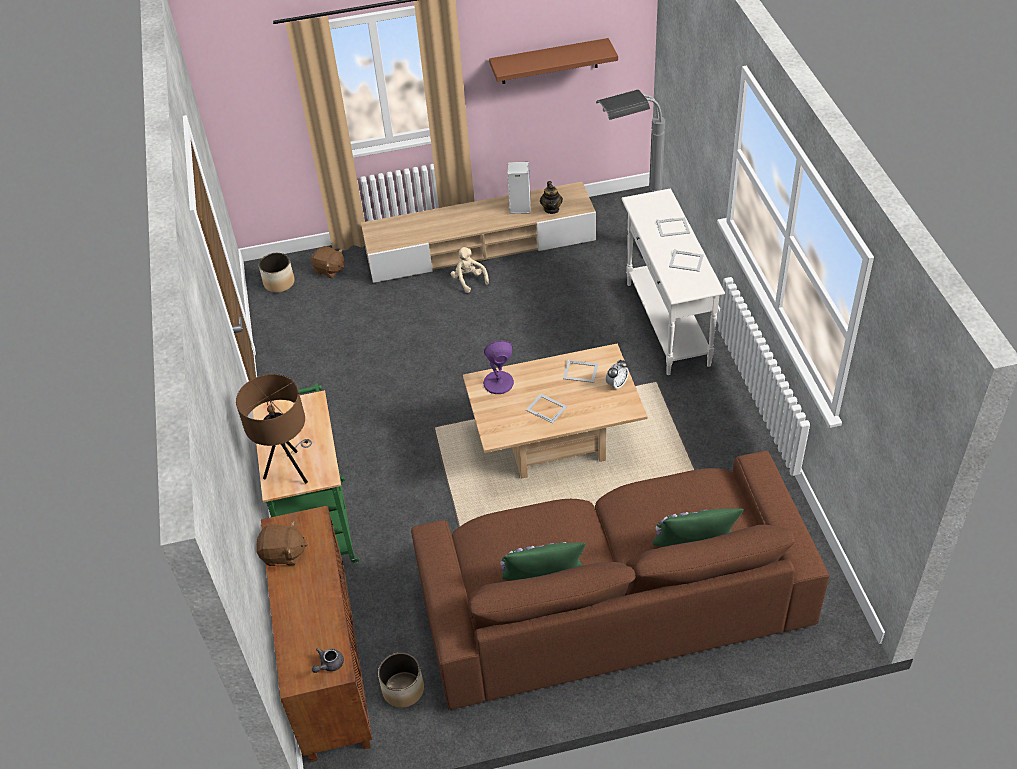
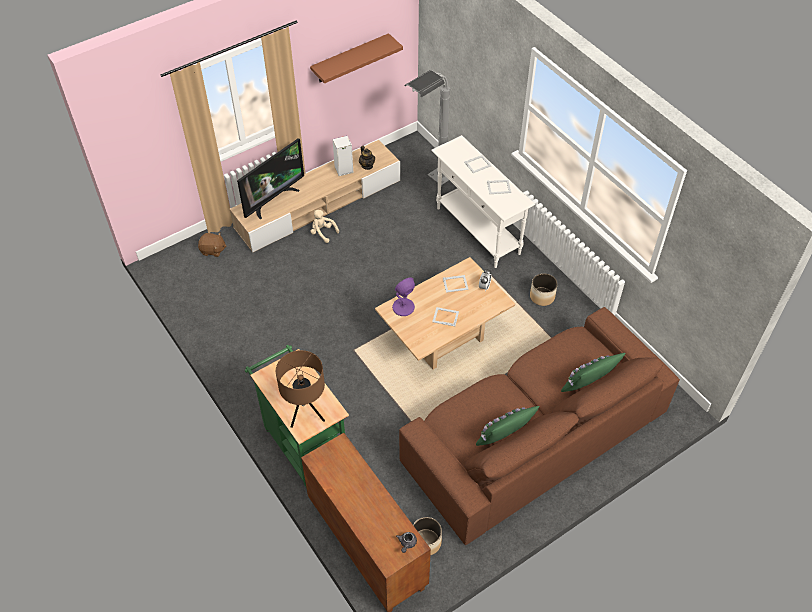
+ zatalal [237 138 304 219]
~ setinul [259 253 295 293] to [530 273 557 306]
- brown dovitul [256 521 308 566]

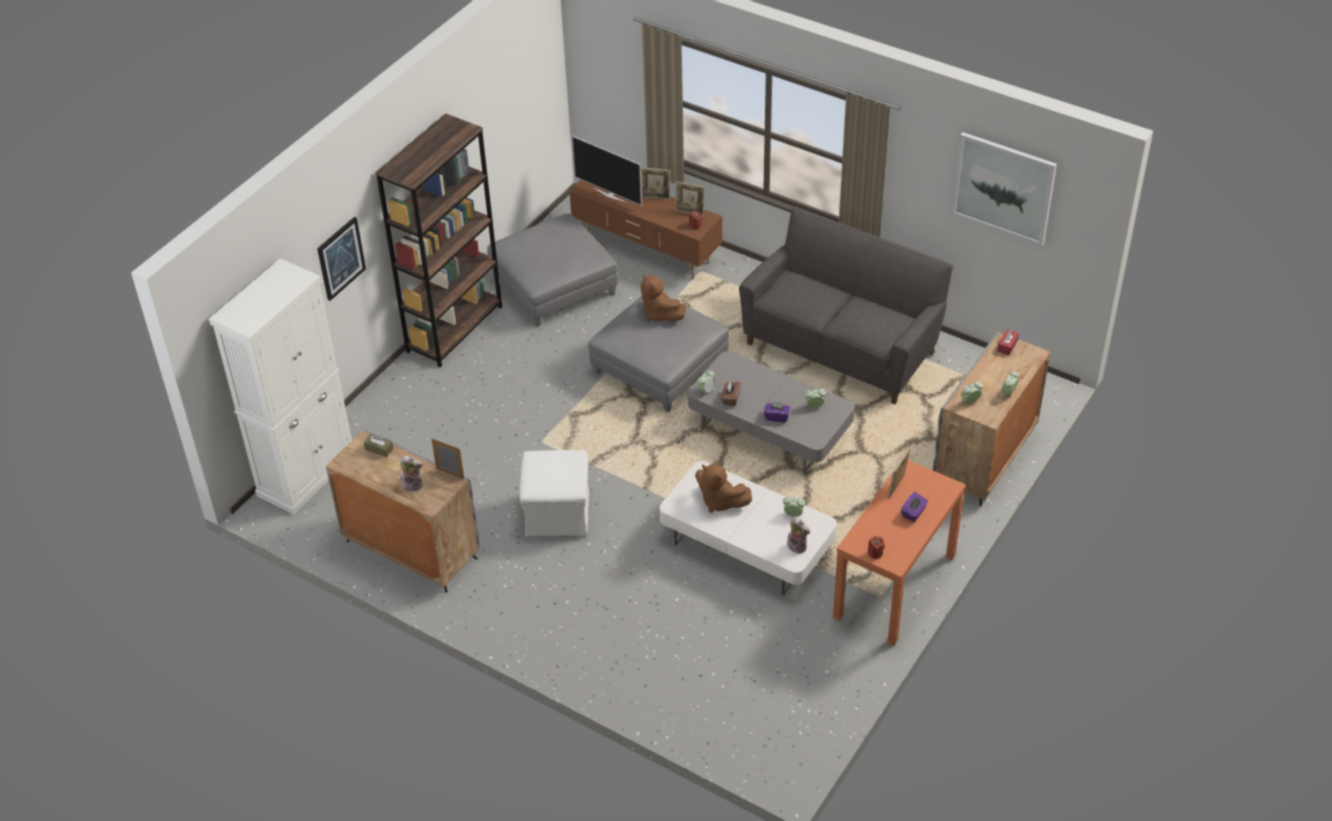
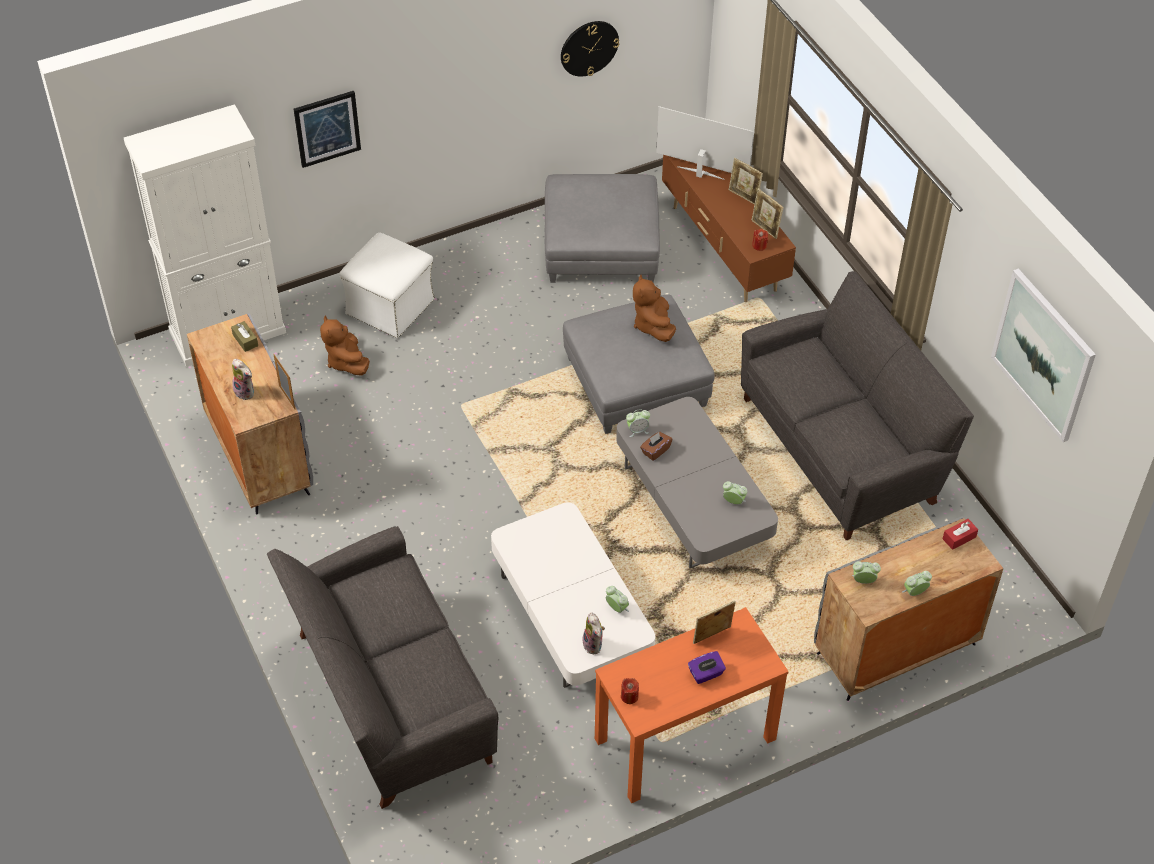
+ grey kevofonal [267 526 498 809]
~ brown dovitul [695 463 752 513] to [320 316 370 376]
~ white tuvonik [520 450 590 537] to [339 232 435 338]
+ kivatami [561 21 619 77]
~ zatalal [572 136 642 206] = [656 106 753 180] 135 degrees clockwise
- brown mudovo [376 113 502 367]
- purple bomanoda [764 401 791 423]

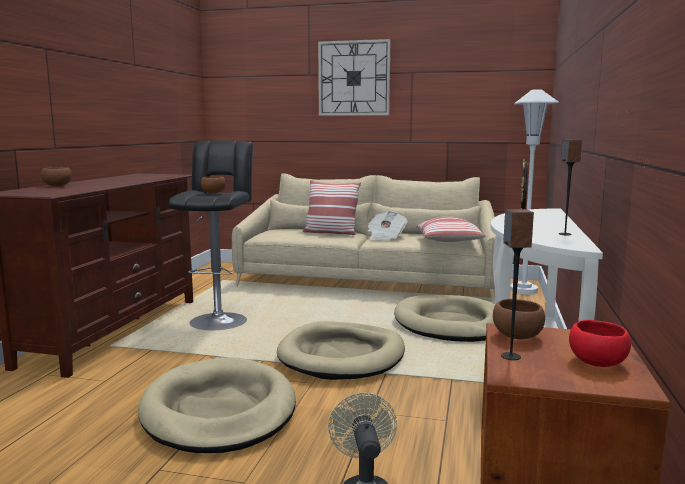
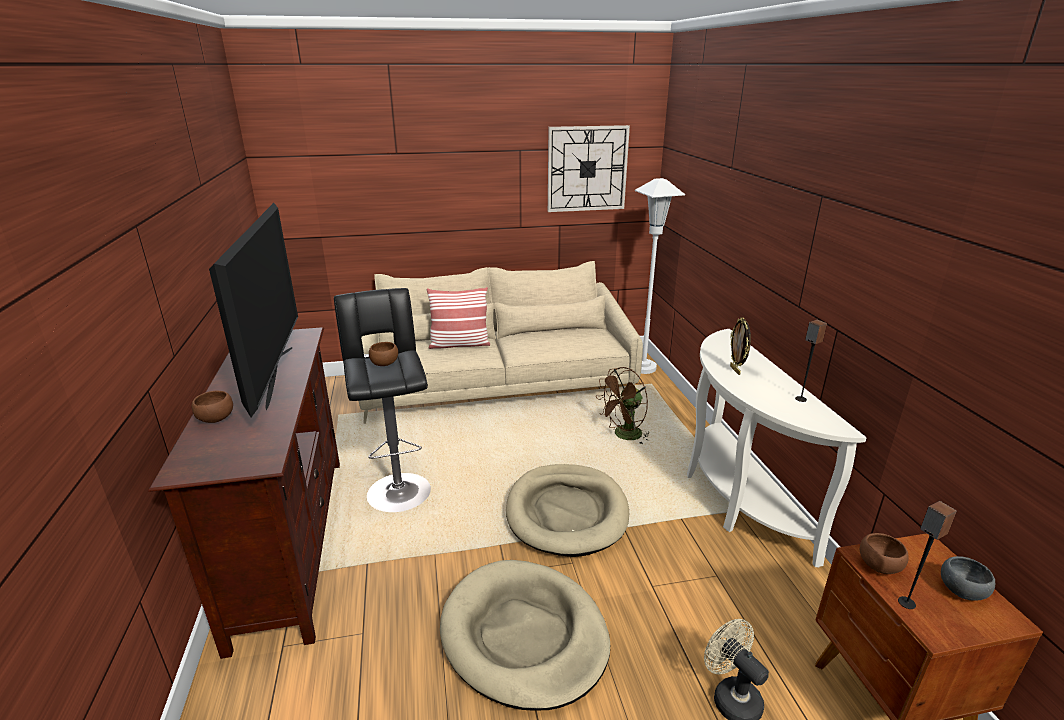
+ zatalal [209 203 298 417]
~ kivatami [318 39 390 116] to [548 125 630 212]
~ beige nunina [394 295 495 342] to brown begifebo [596 367 649 444]
~ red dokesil [569 320 631 367] to grey dokesil [941 556 995 601]
- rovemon [368 211 408 241]
- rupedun [416 216 486 242]

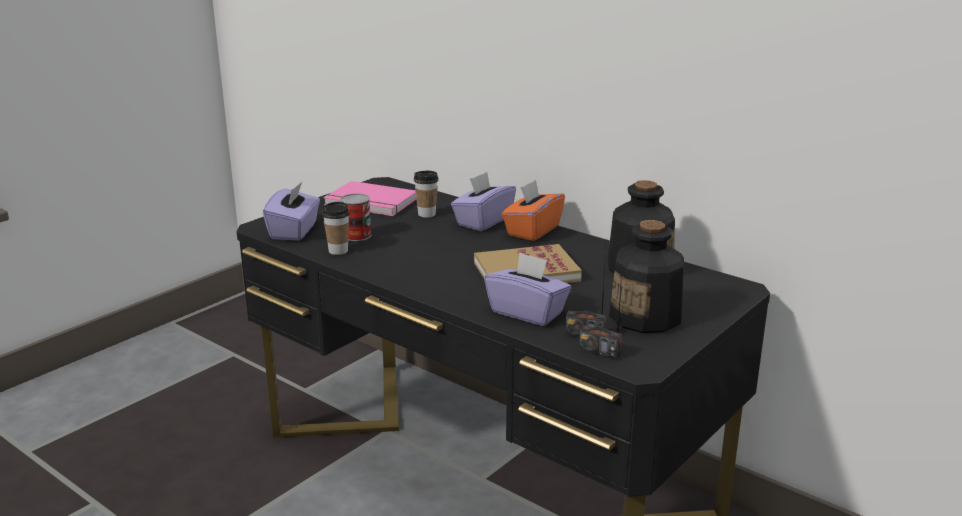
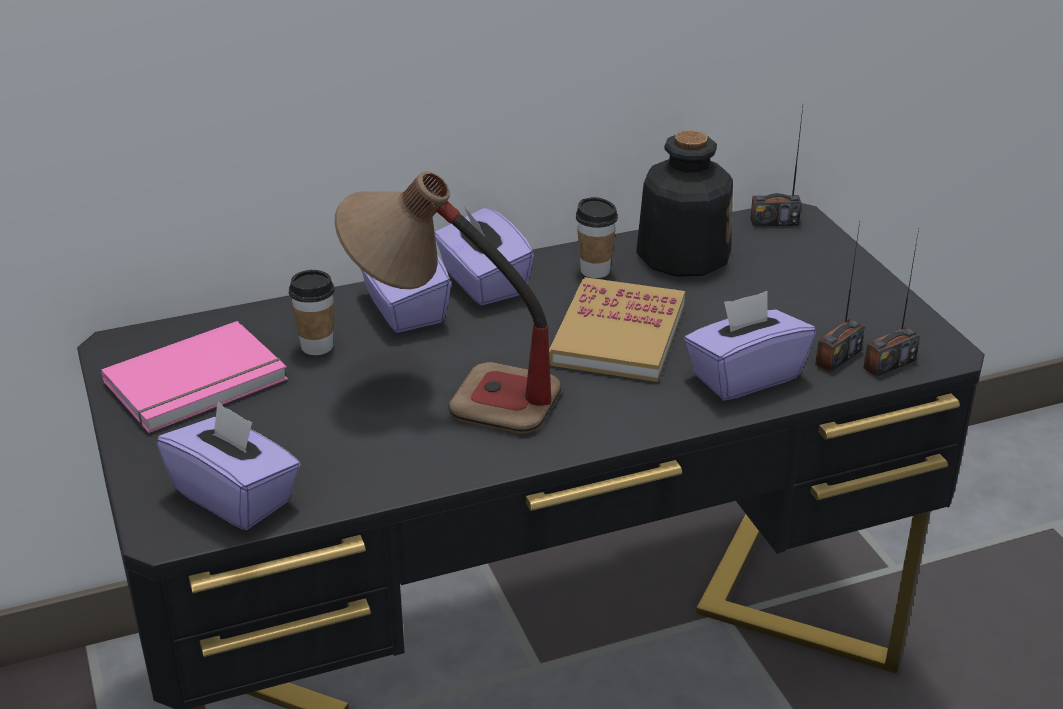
+ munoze [335 171 561 434]
~ orange bomanoda [502 180 565 241] to purple bomanoda [435 206 534 305]
~ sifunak [322 202 350 255] to [576 197 618 278]
+ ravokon [750 107 803 226]
- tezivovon [341 193 372 241]
- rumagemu [609 220 684 333]

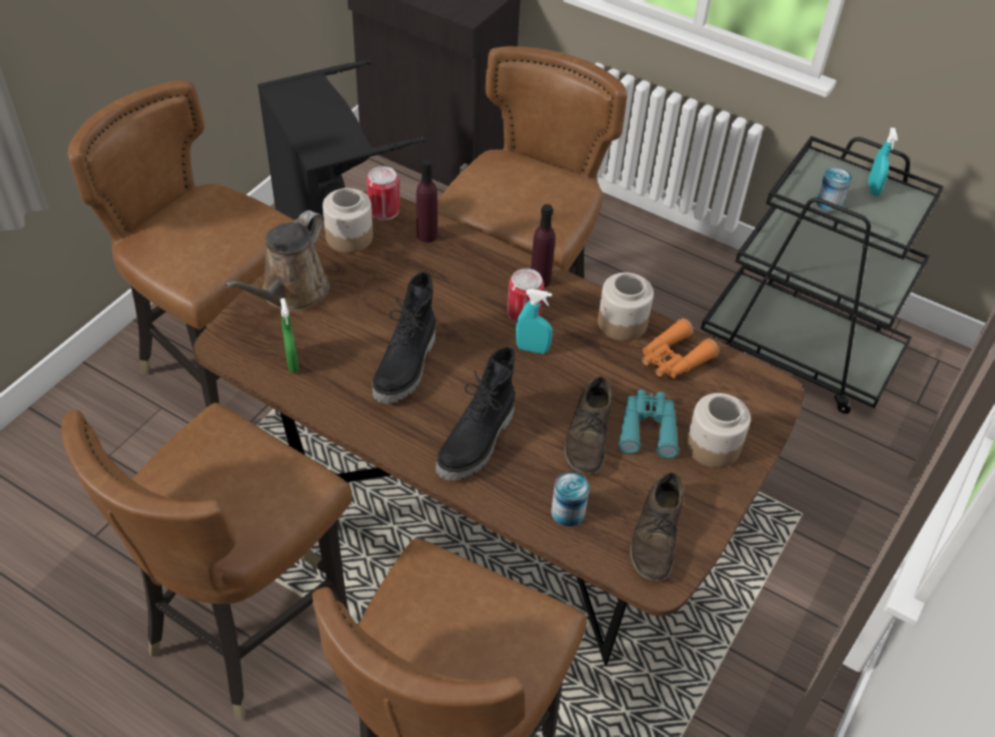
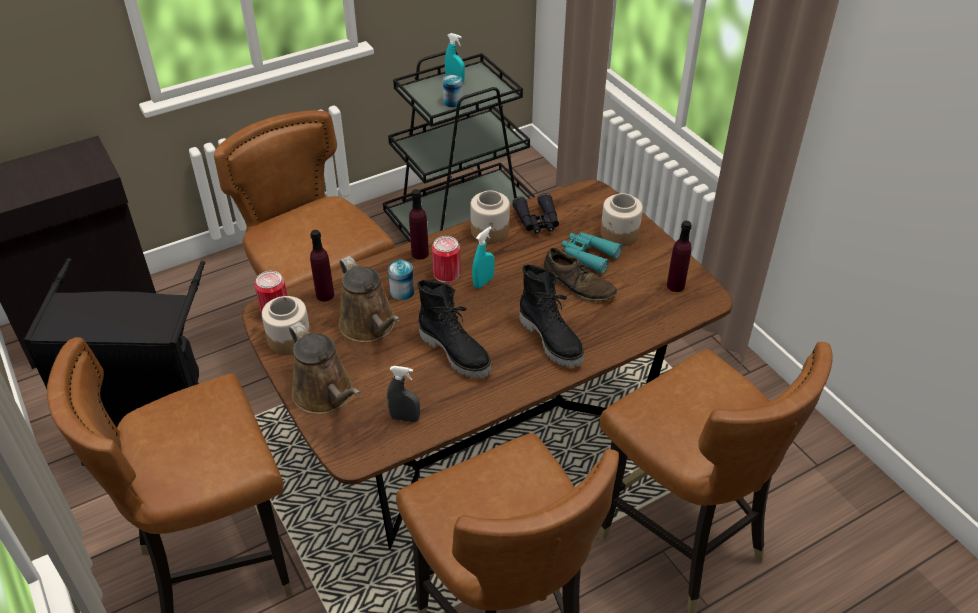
+ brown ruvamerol [338 256 400 343]
~ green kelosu [280 298 299 373] to grey kelosu [387 366 420 422]
~ tezivovon [551 472 590 527] to [388 260 414 300]
~ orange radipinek [642 318 719 378] to black radipinek [512 193 559 234]
~ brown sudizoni [630 473 684 581] to purple rumagemu [667 221 692 292]

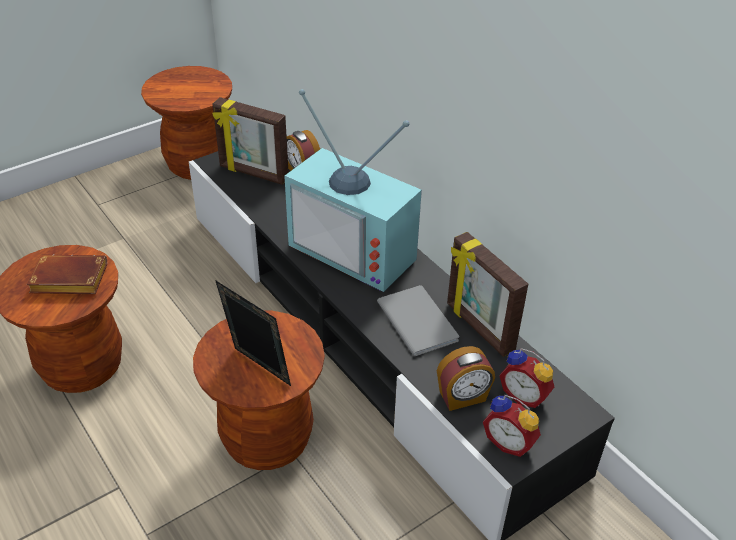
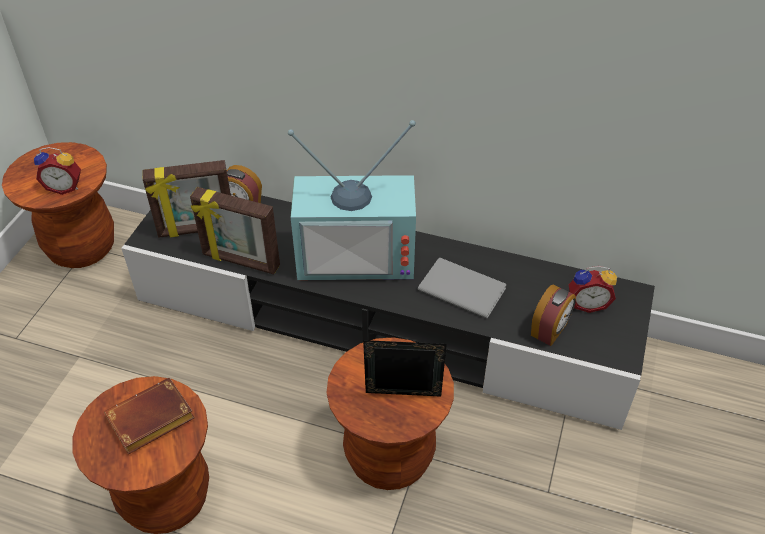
~ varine [483 395 541 457] to [34 147 81 195]
~ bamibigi [447 232 528 357] to [190 187 280 274]

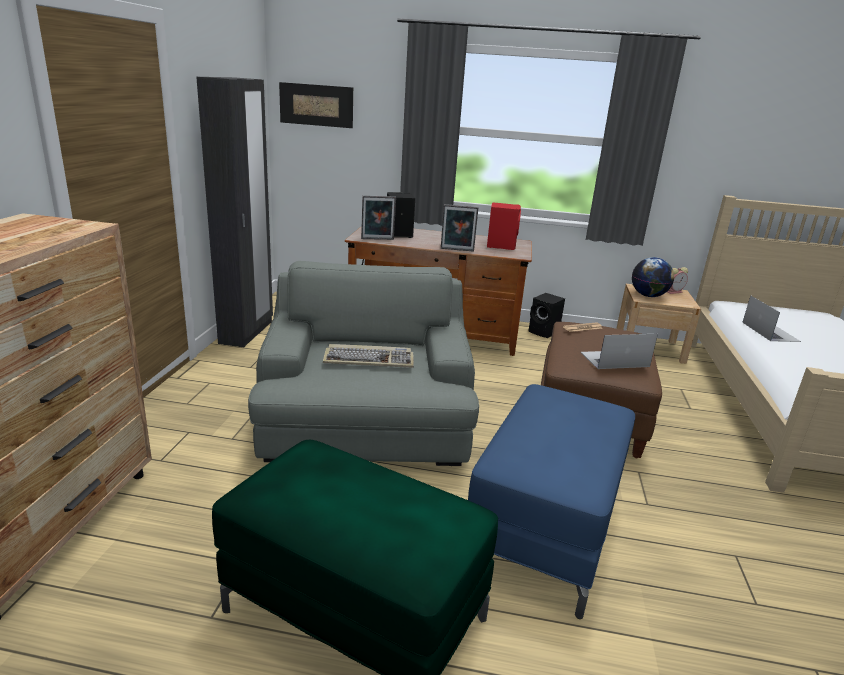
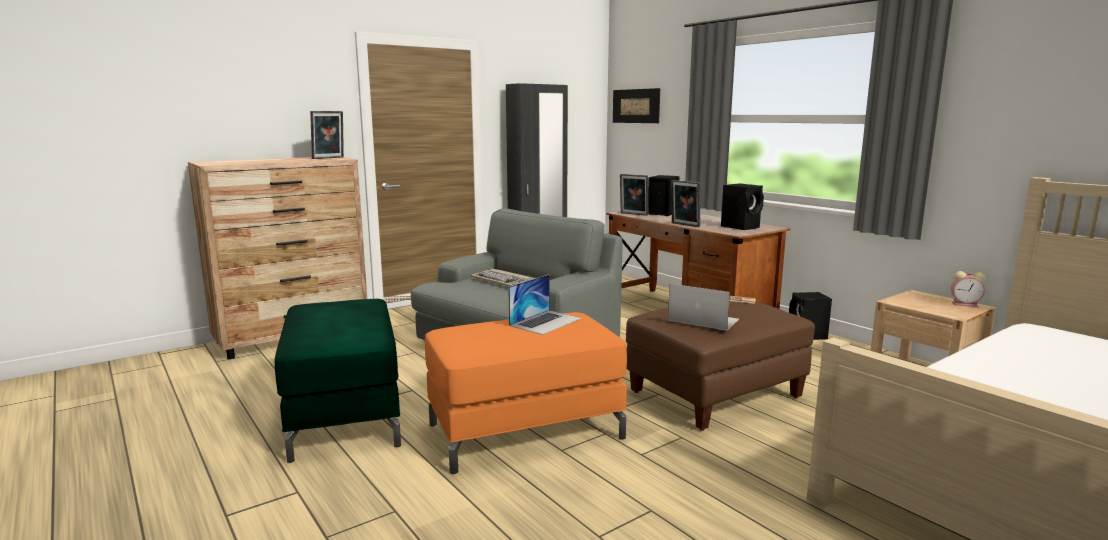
+ bamibigi [310 111 344 159]
~ blue tuvonik [468 384 635 619] to orange tuvonik [425 312 627 474]
~ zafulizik [742 295 801 342] to [508 274 582 335]
~ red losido [487 202 521 250] to black losido [721 183 764 230]
- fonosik [632 257 674 297]

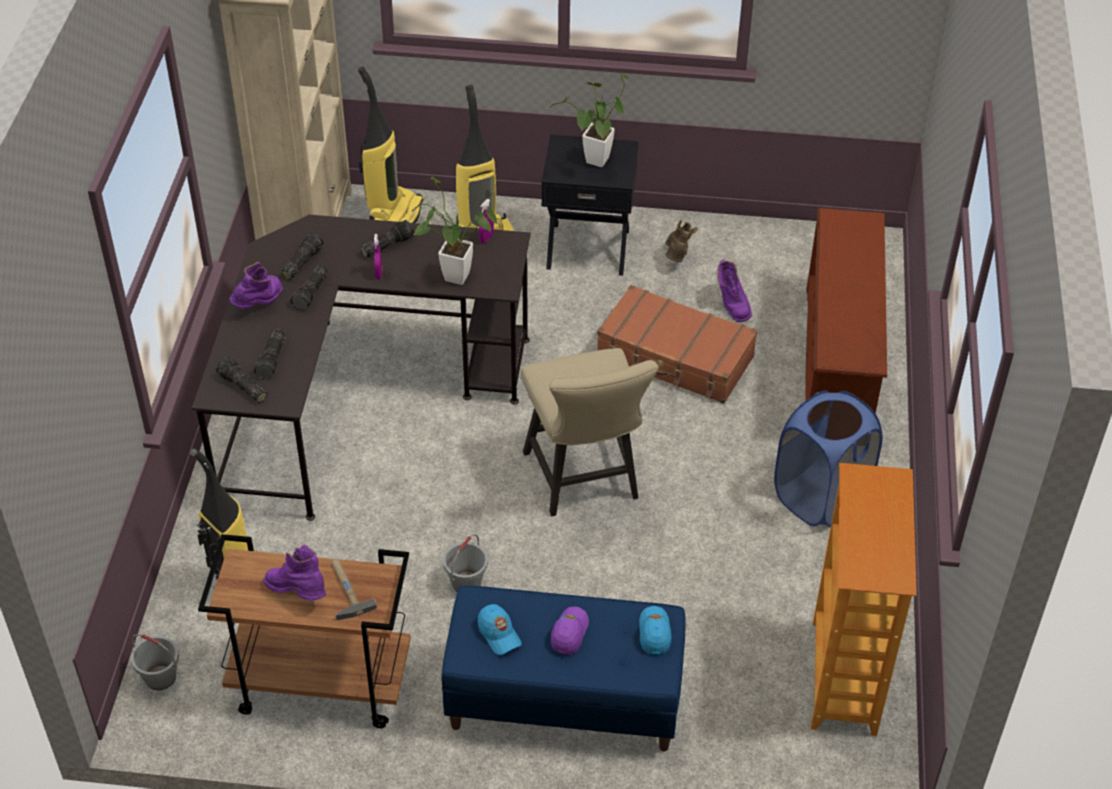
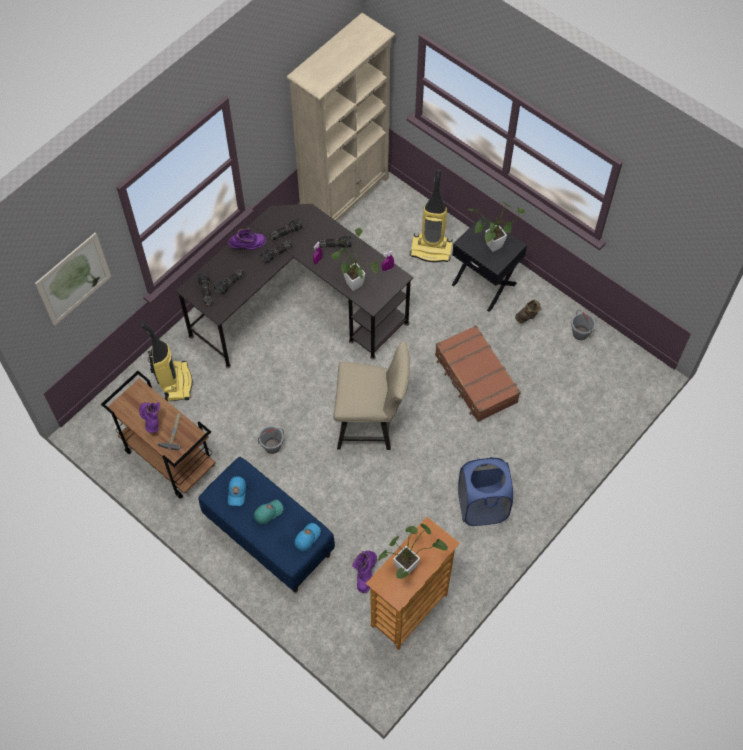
+ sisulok [35 232 111 326]
~ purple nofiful [551 607 589 655] to turquoise nofiful [254 500 284 525]
~ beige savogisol [521 348 659 516] = [334 342 410 450] 105 degrees counterclockwise
~ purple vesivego [717 259 752 322] to [352 551 377 593]
+ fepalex [378 524 448 579]
~ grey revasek [131 634 179 691] to [571 310 596 340]
- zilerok [358 66 423 223]
- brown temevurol [805 208 887 413]

